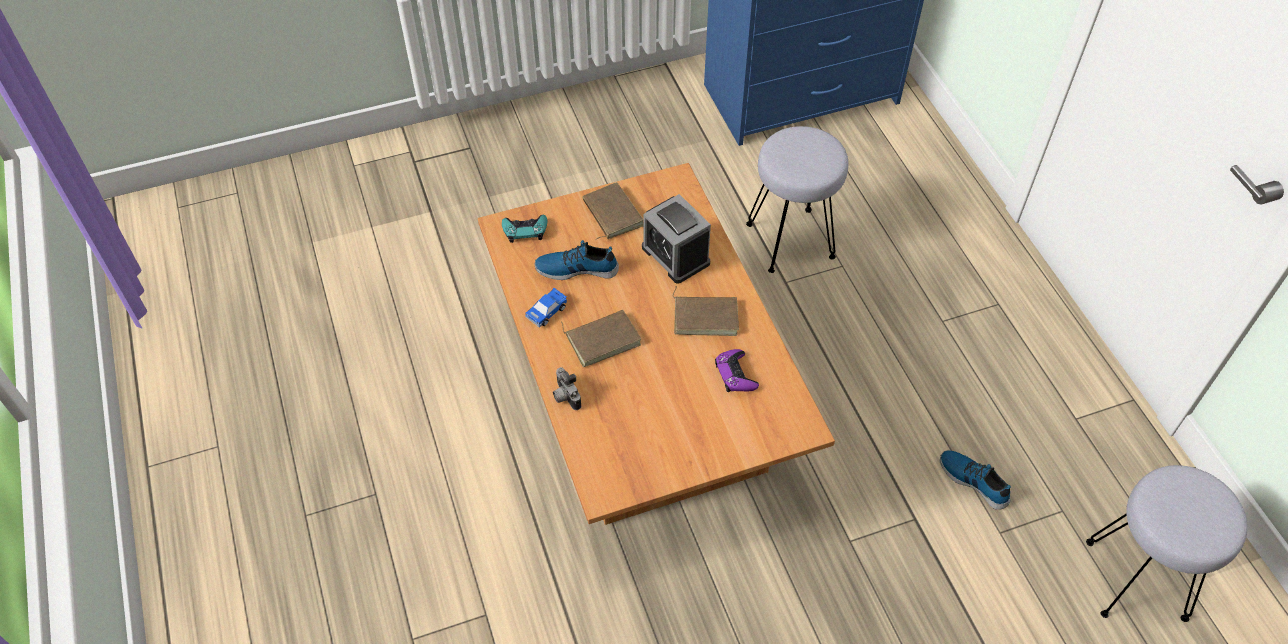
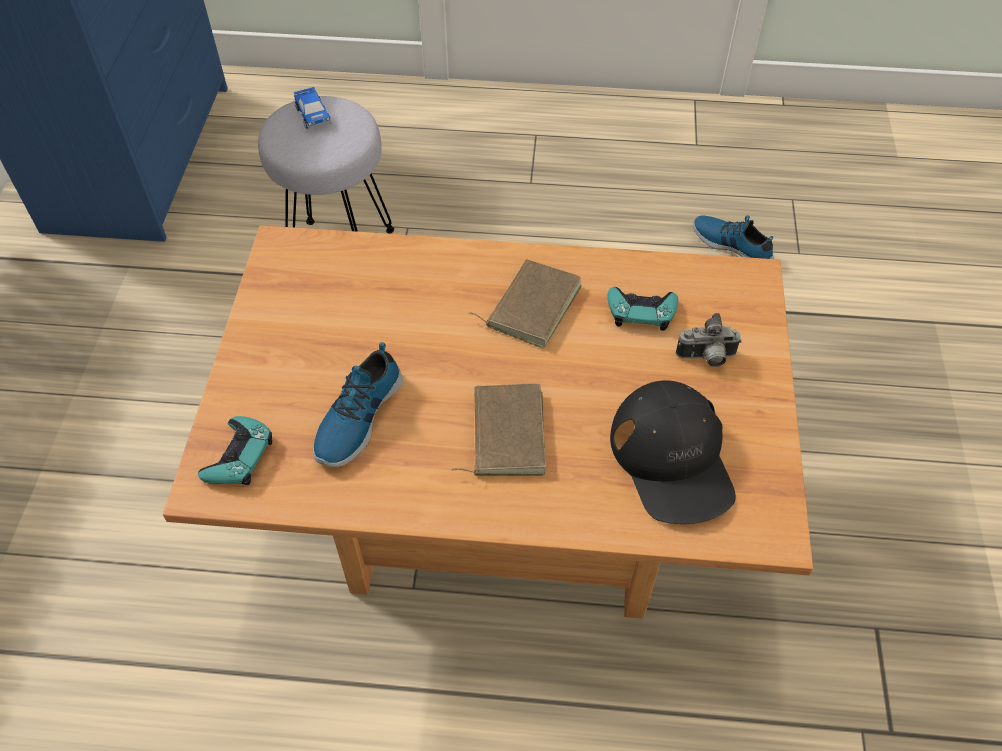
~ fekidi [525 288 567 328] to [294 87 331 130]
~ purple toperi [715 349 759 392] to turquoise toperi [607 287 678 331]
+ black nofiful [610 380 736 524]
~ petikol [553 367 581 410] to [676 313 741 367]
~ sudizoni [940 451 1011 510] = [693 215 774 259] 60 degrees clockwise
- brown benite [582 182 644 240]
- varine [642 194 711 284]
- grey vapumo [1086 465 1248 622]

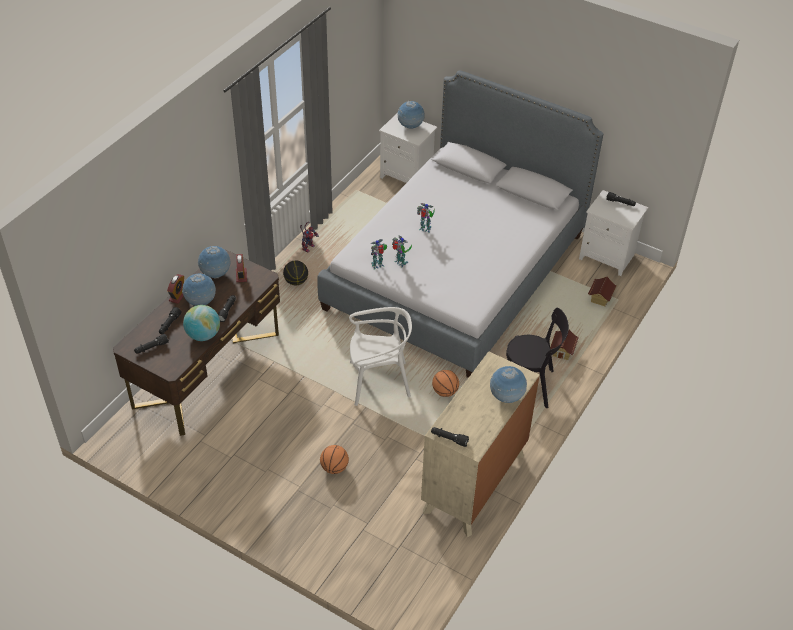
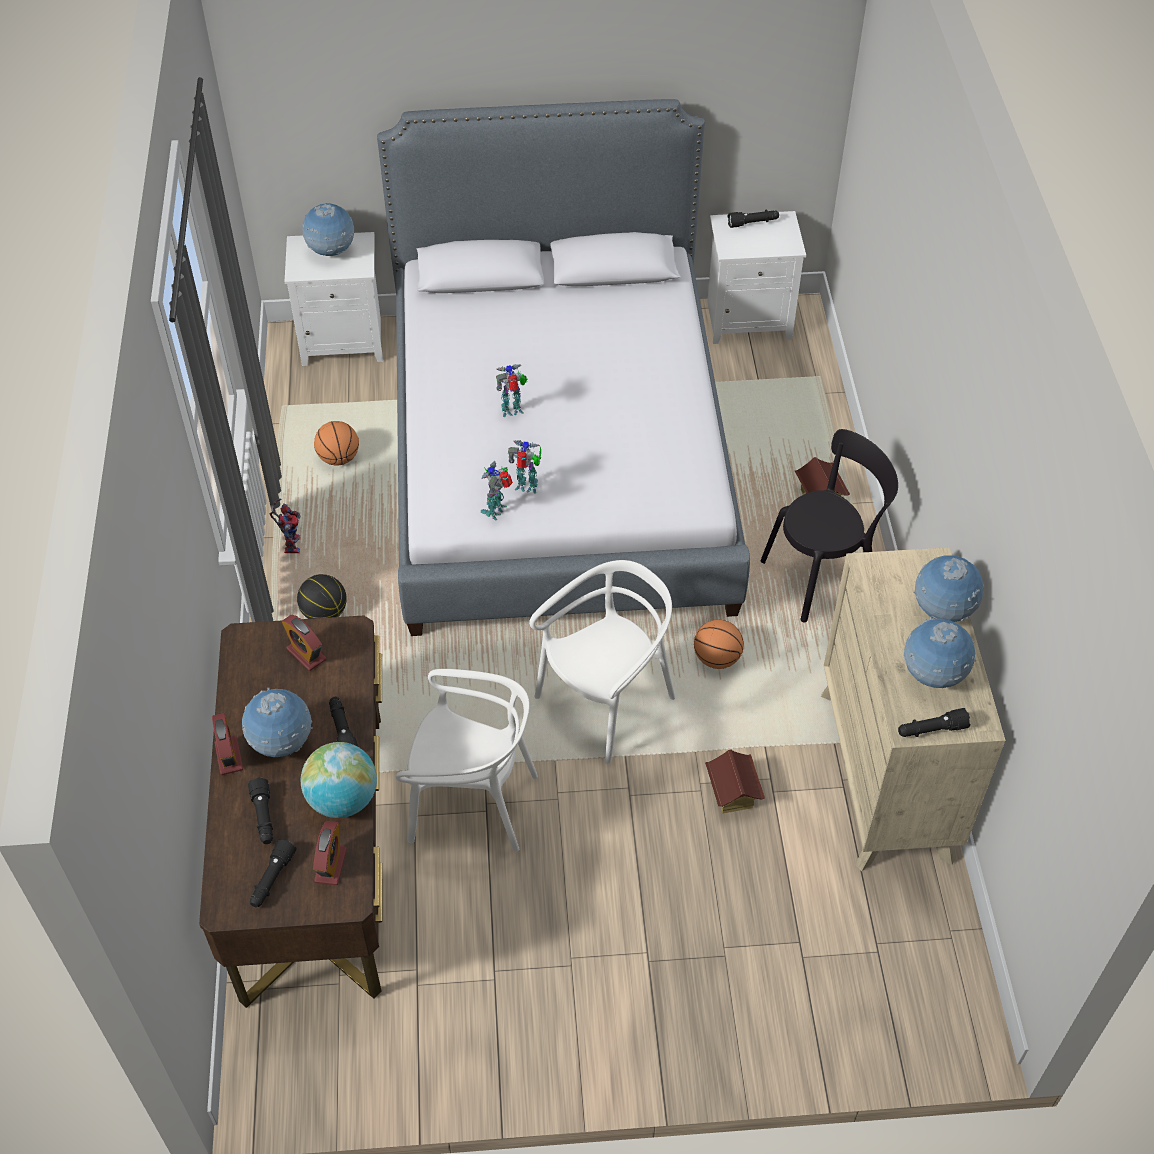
+ varine [313 821 347 885]
~ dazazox [320 445 349 474] to [314 421 359 466]
+ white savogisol [396 669 538 852]
~ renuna [588 277 617 306] to [705 750 765 813]
~ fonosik [198 246 231 279] to [904 617 976 688]

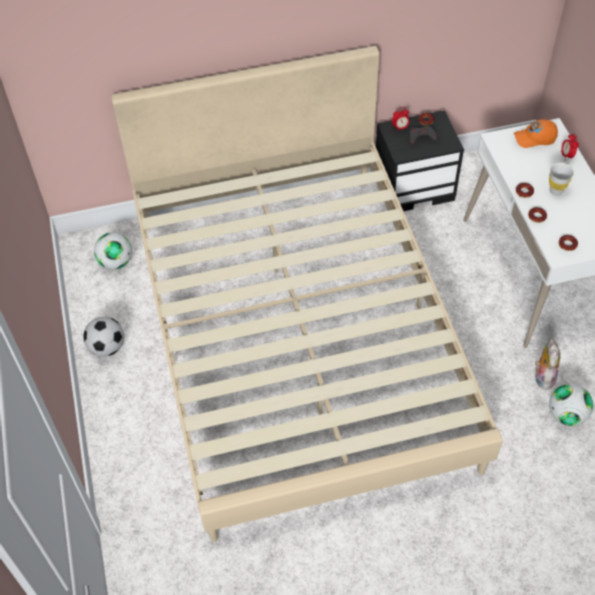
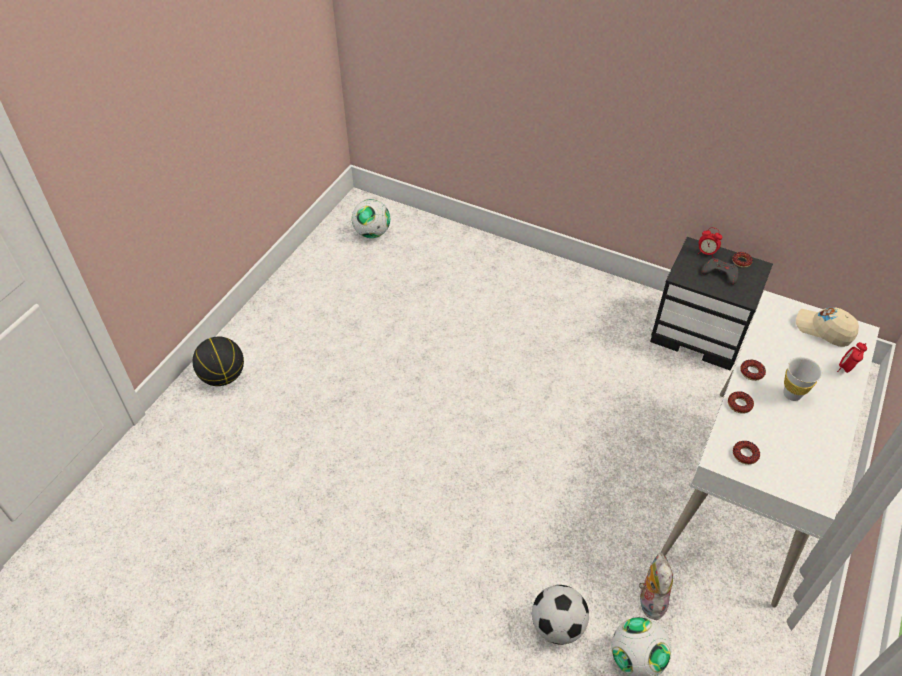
+ dazazox [193 337 244 386]
~ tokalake [83 317 124 357] to [532 585 589 644]
~ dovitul [535 338 560 392] = [639 552 673 620] 45 degrees counterclockwise
~ orange nofiful [514 119 558 148] to beige nofiful [796 308 859 347]
- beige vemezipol [111 46 503 542]

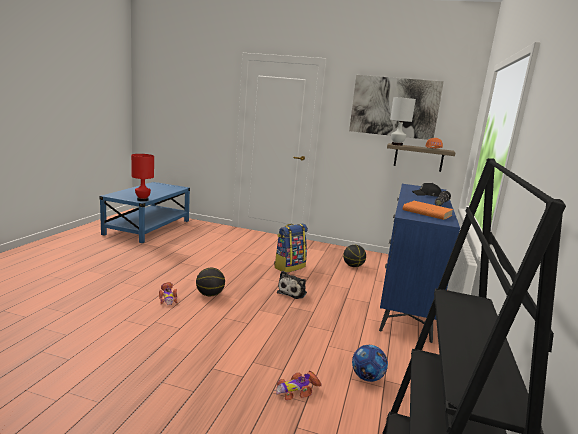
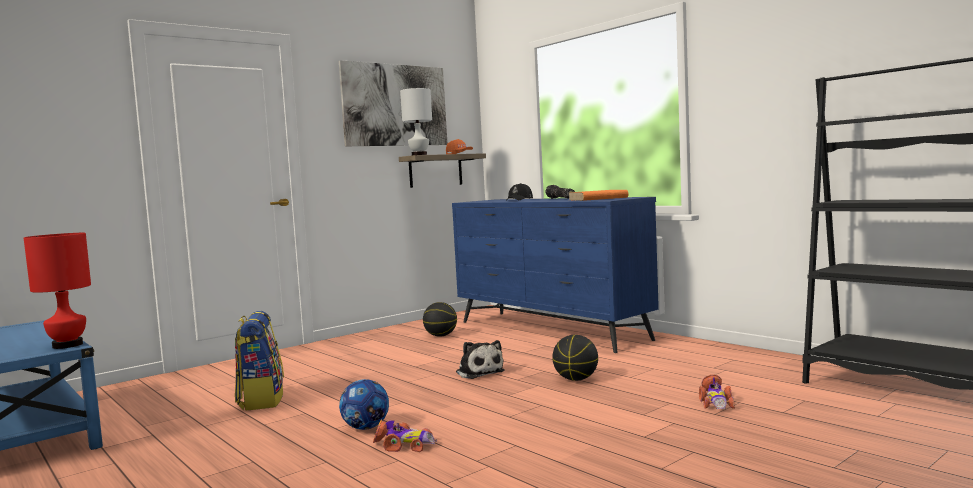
~ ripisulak [274 224 308 273] to [235 311 284 410]
~ tokalake [352 345 388 382] to [339 379 389 430]
~ dazazox [196 268 225 296] to [552 335 598 381]

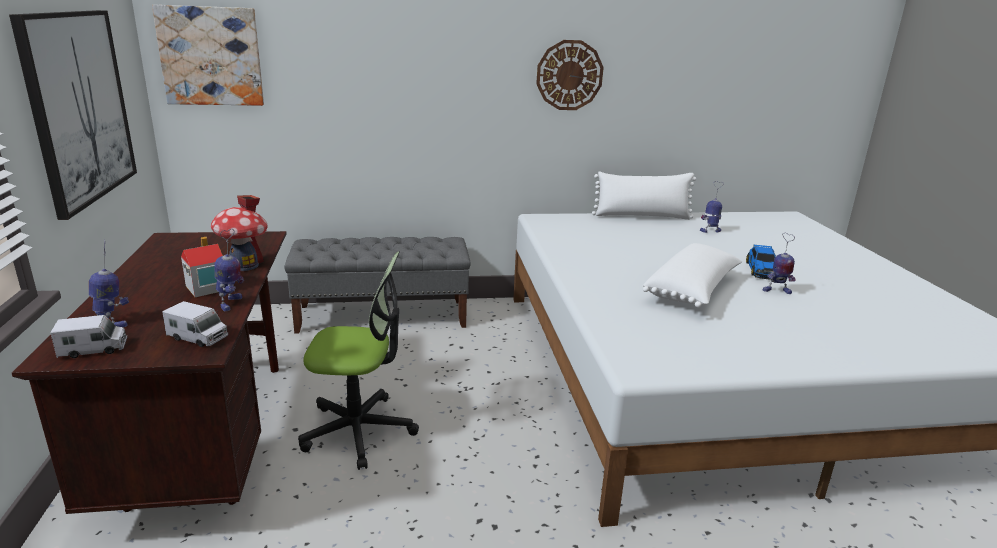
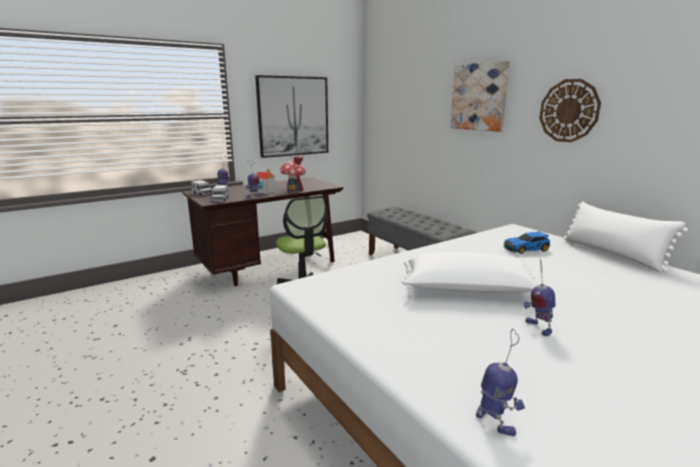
~ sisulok [152 5 264 106] to [450 61 510 132]
~ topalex [700 181 724 233] to [476 329 525 436]
~ fekidi [746 245 776 280] to [503 231 550 254]

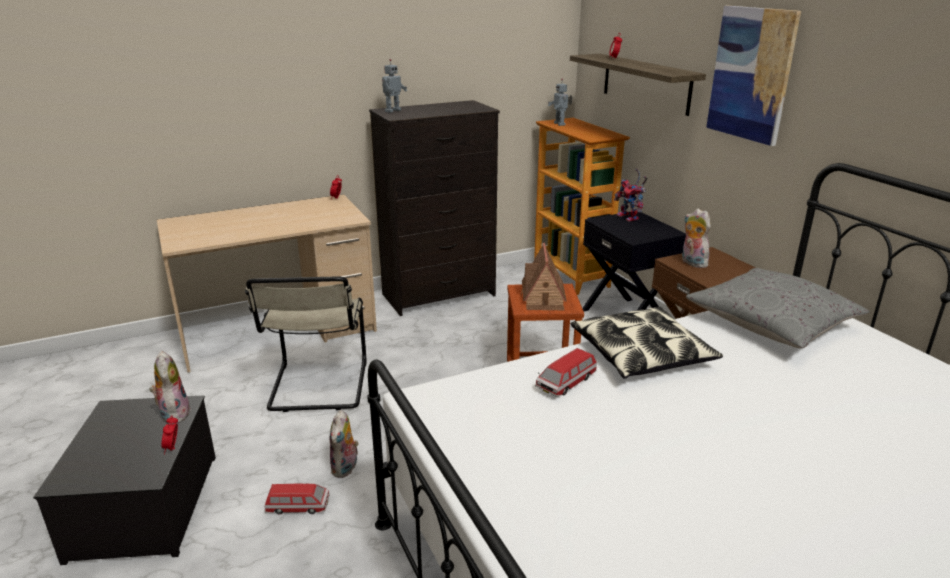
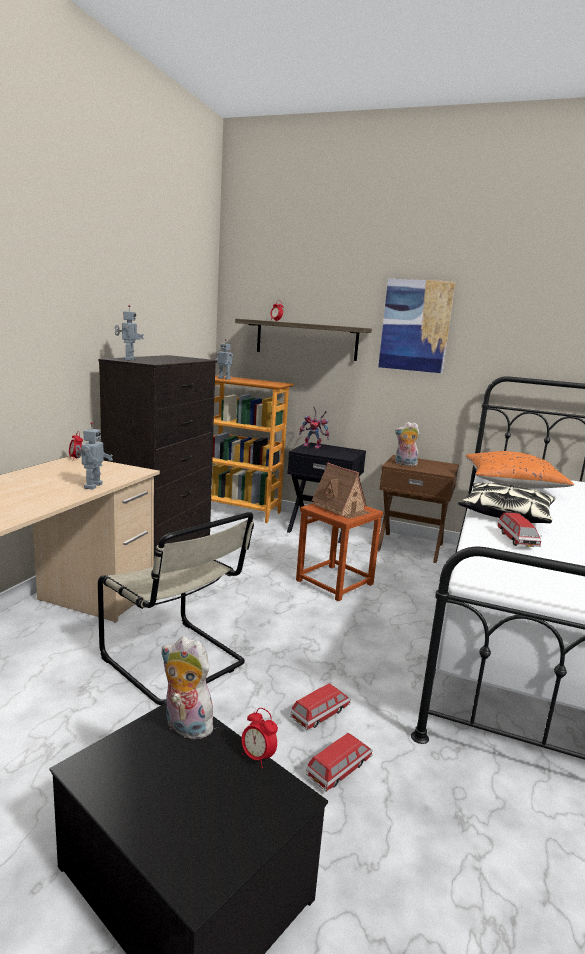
+ topalex [75 422 113 490]
~ dovitul [329 410 359 478] to fekidi [290 684 351 730]
~ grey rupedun [686 268 870 348] to orange rupedun [465 451 574 488]

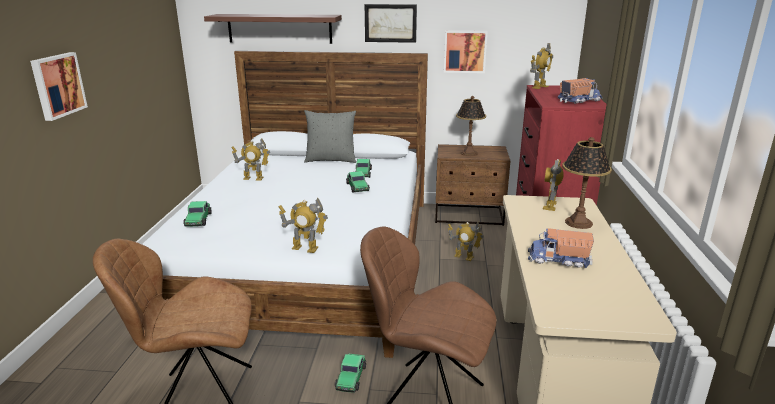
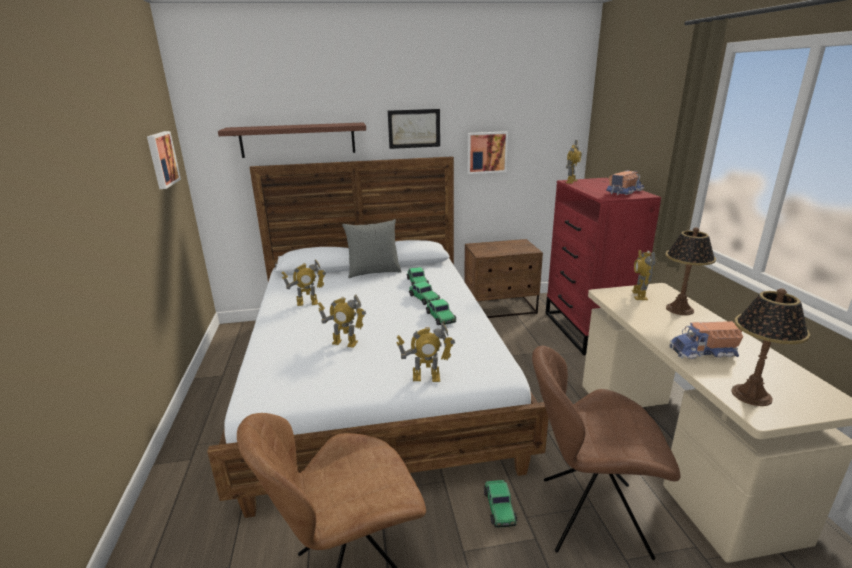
~ sisulok [30 52 88 121] to [147 131 181 189]
~ topalex [448 222 484 261] to [318 294 366 348]
~ fekidi [183 201 212 227] to [426 299 456 325]
~ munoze [456 96 486 156] to [731 288 810 406]

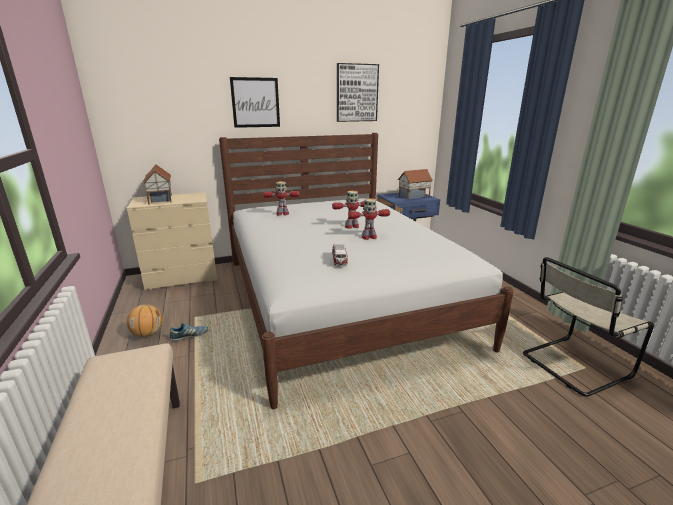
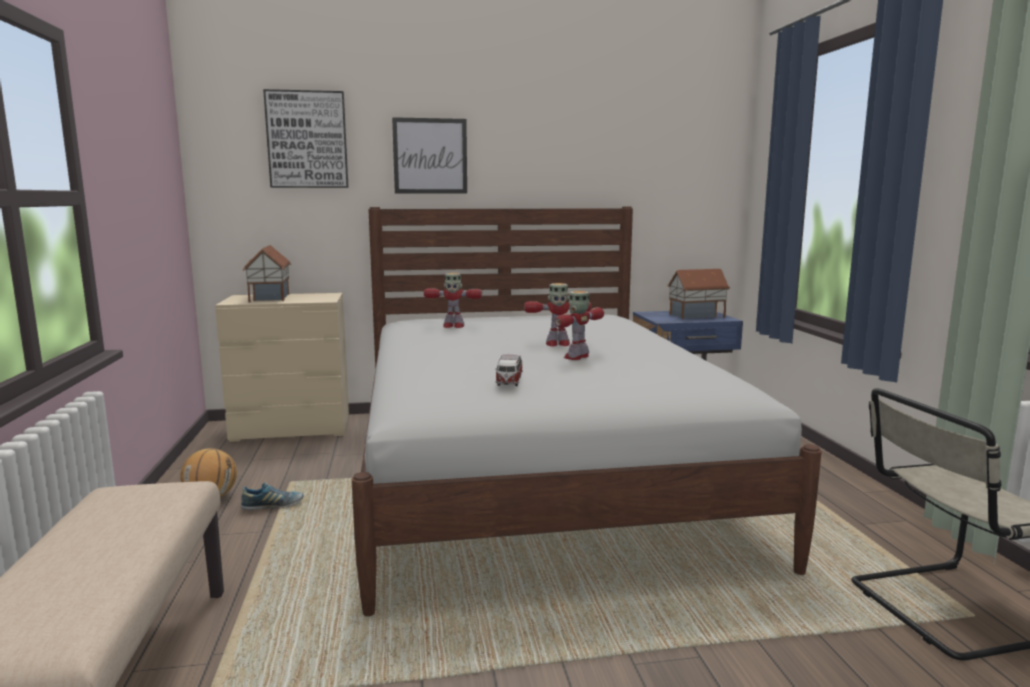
~ sisulok [337 63 379 122] to [263 89 349 188]
~ topalex [348 198 390 240] = [555 291 604 360] 135 degrees clockwise

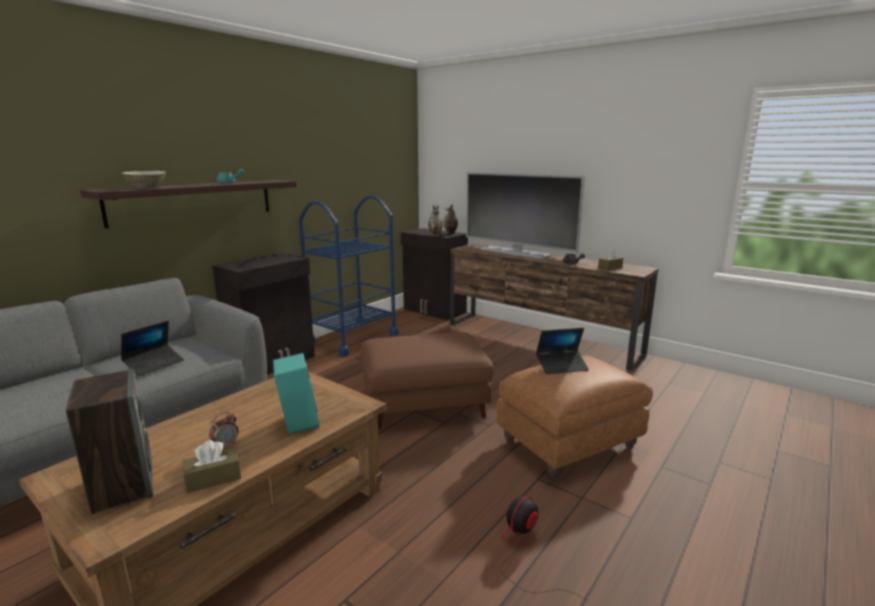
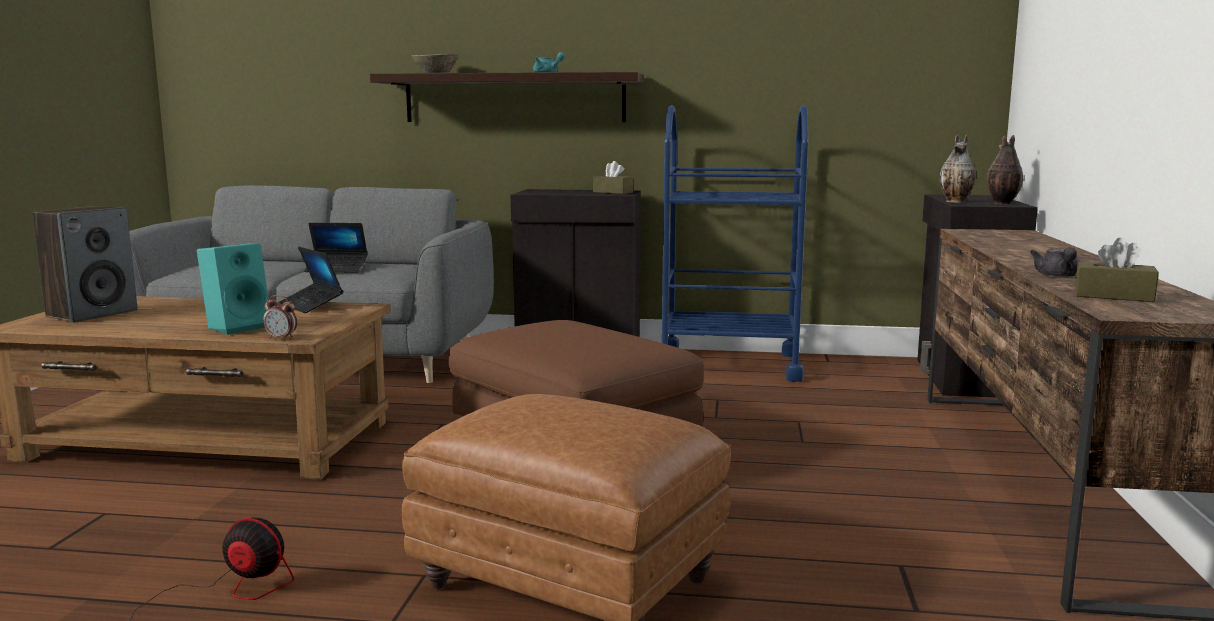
~ varine [209 412 239 447] to [263 295 297 340]
~ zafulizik [536 328 589 374] to [278 247 343 313]
~ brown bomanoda [183 440 241 493] to [593 161 633 194]
- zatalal [466 172 585 259]

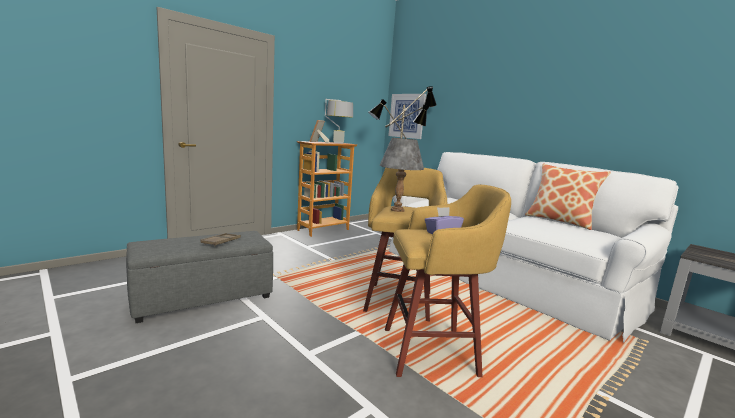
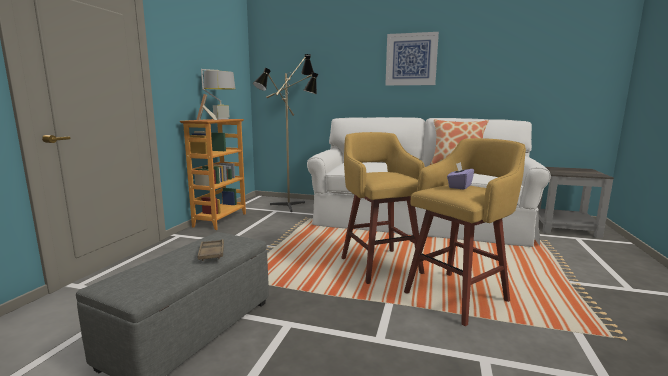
~ sisulok [388 94 426 139] to [385 32 439 86]
- grey munoze [380 138 424 212]

